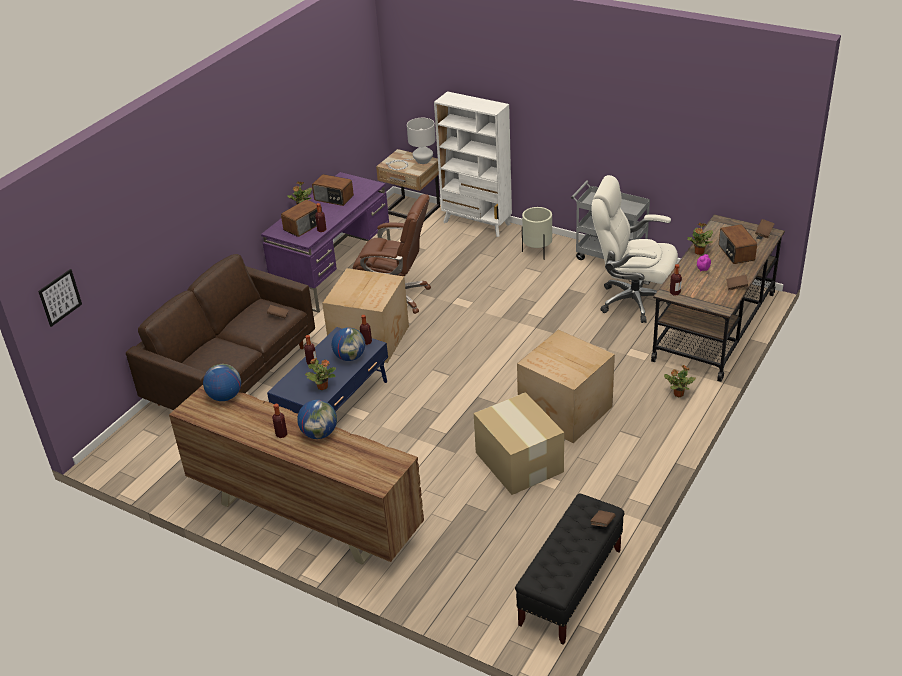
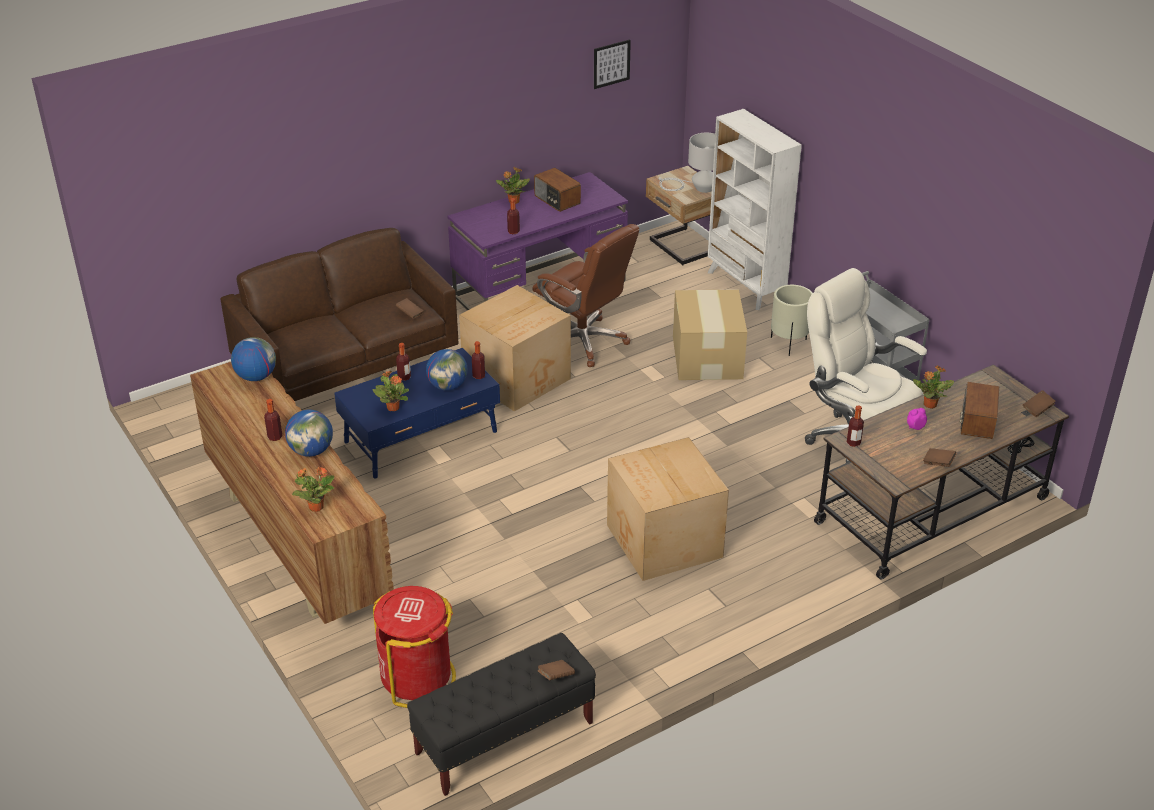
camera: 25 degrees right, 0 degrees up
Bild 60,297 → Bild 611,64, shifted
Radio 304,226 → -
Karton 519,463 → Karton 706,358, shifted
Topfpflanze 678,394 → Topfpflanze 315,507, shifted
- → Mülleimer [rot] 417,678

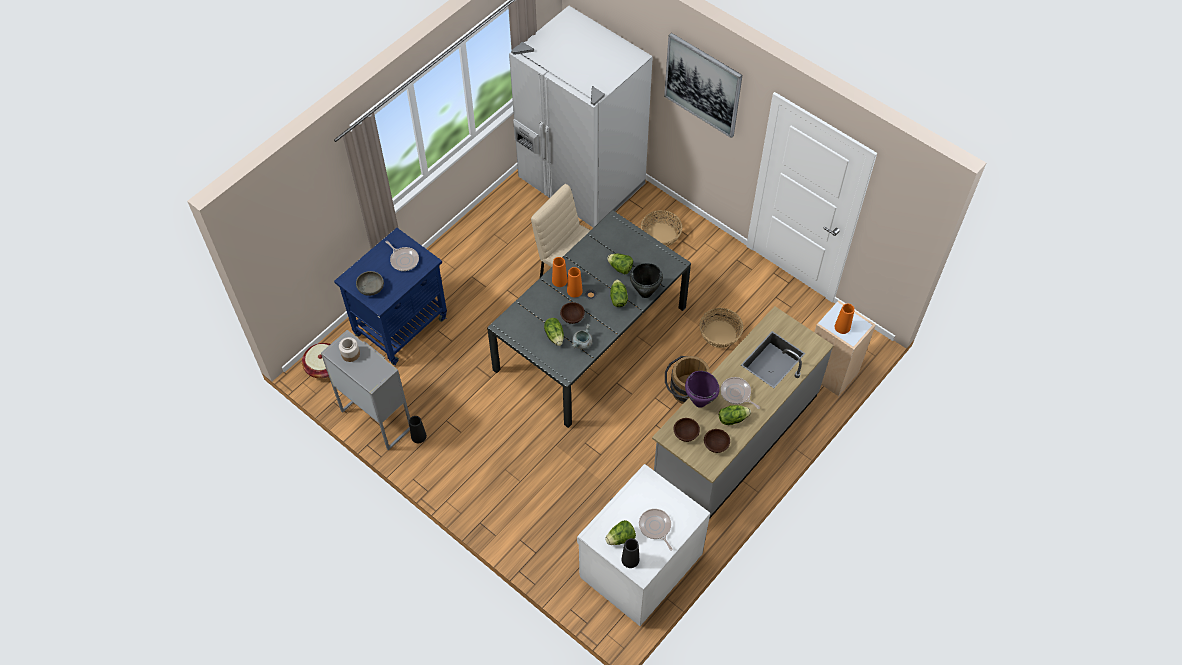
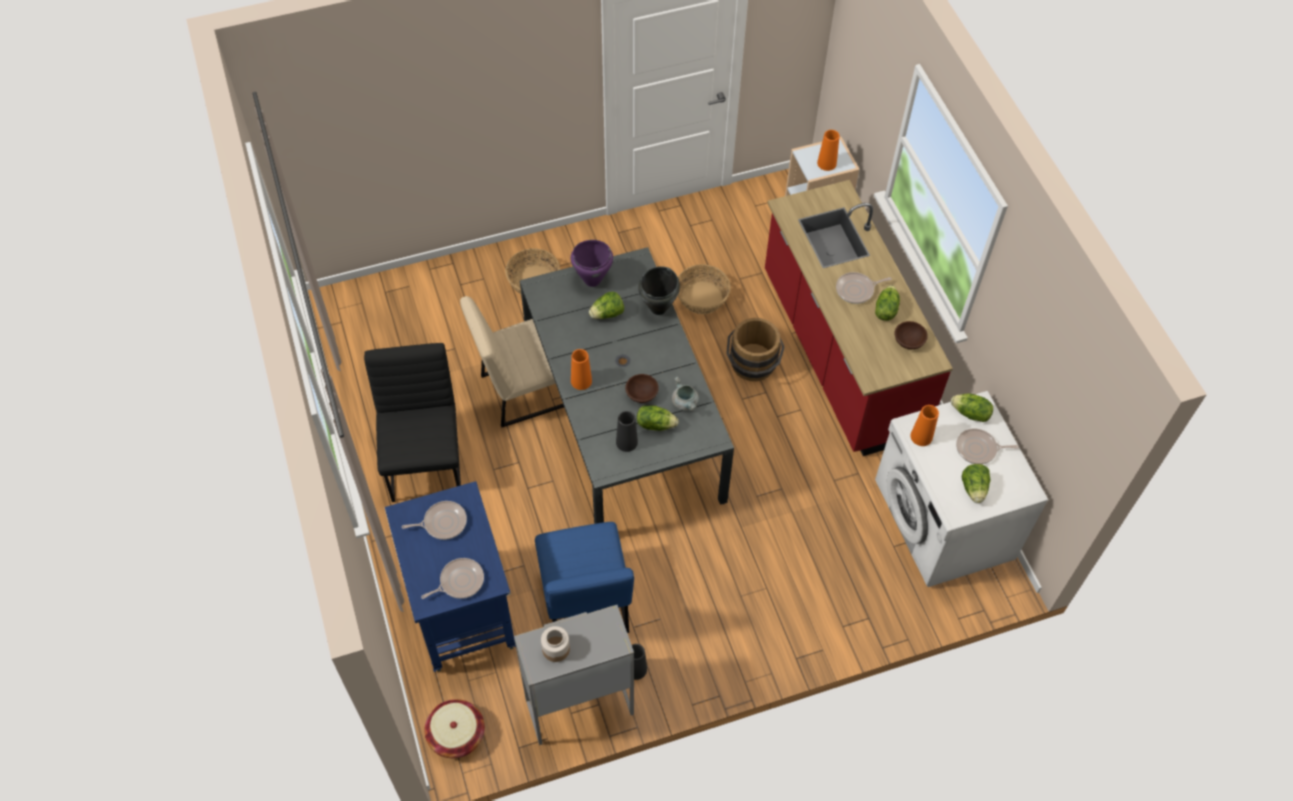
camera: 60 degrees left, 0 degrees up
Schüssel [grau] 371,288 → Pfanne 459,581
Kühlschrank [weiß] 581,182 → -
Vase [orange] 574,291 → Vase [orange] 921,436, shifted
Salatkopf 618,298 → Salatkopf 970,414, shifted
Vase [schwarz] 630,559 → Vase [schwarz] 626,442, shifted
Küchenzeile [grau] 734,439 → Küchenzeile [rot] 839,355
Bild 703,85 → -
Schüssel [braun] 685,433 → -
Kochtopf [lila] 700,401 → Kochtopf [lila] 592,280, shifted
- → Stuhl [schwarz] 425,459
- → Stuhl [blau] 585,603

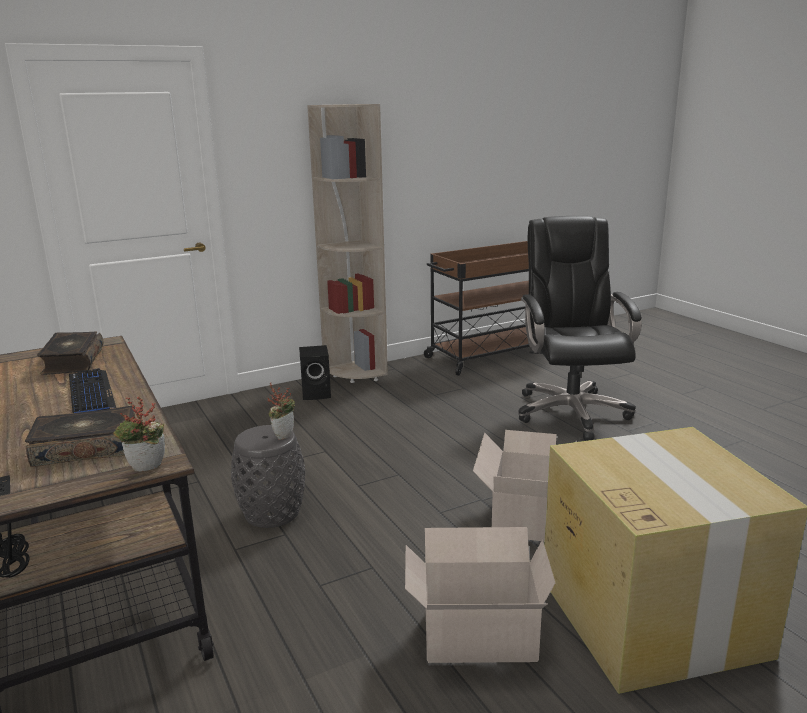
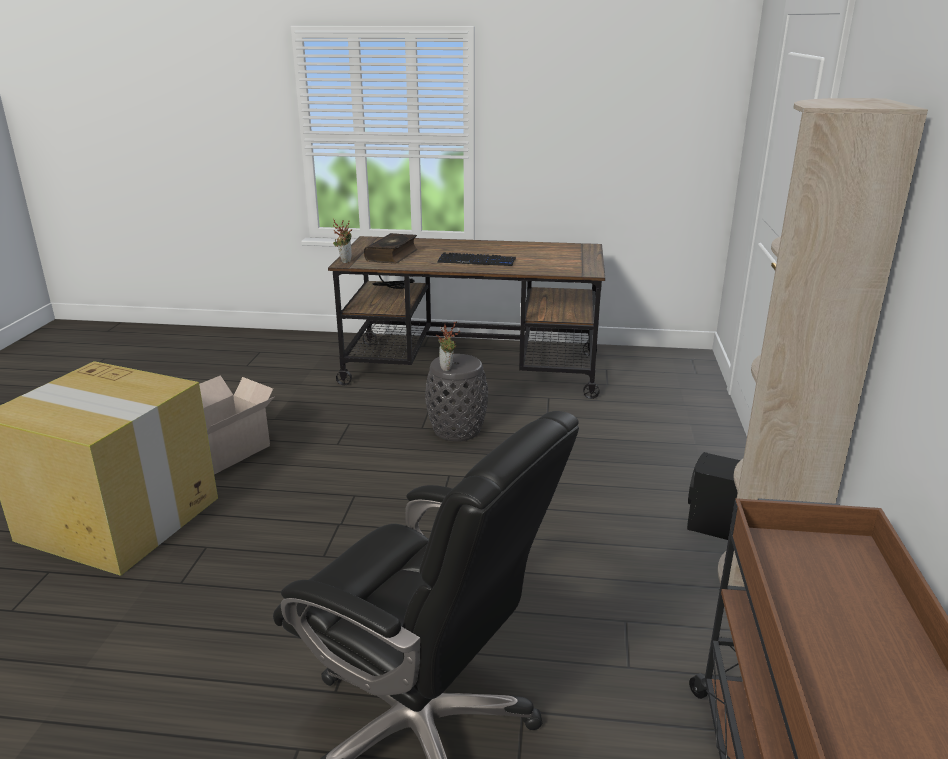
camera: 125 degrees right, 5 degrees up
Buch 72,362 → -
Karton 524,514 → -

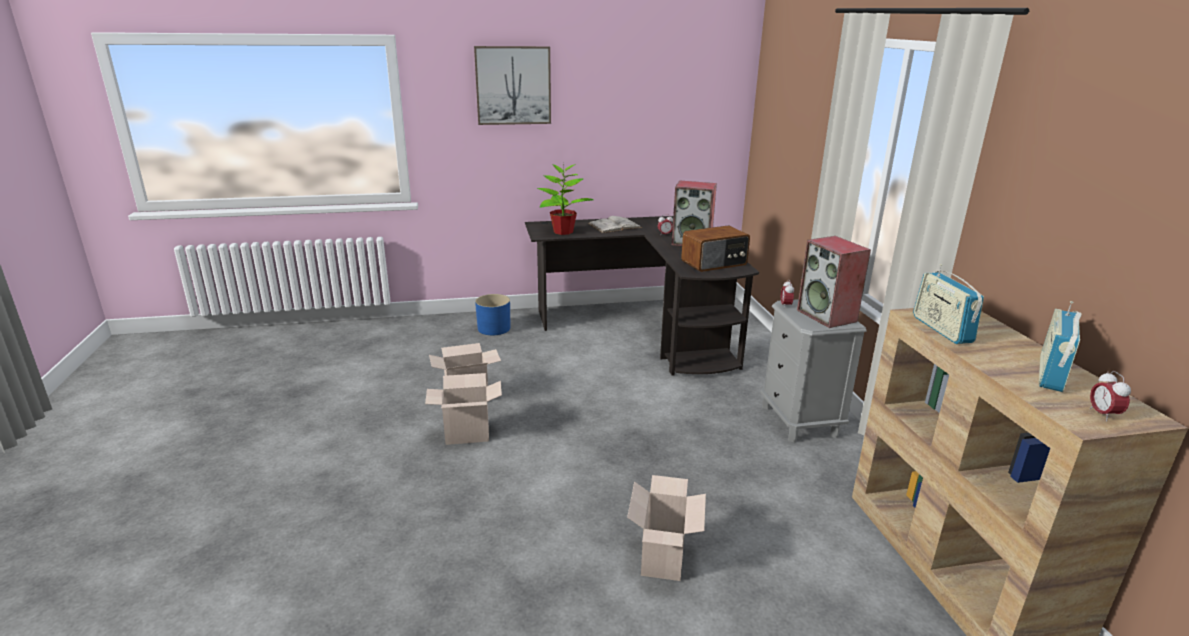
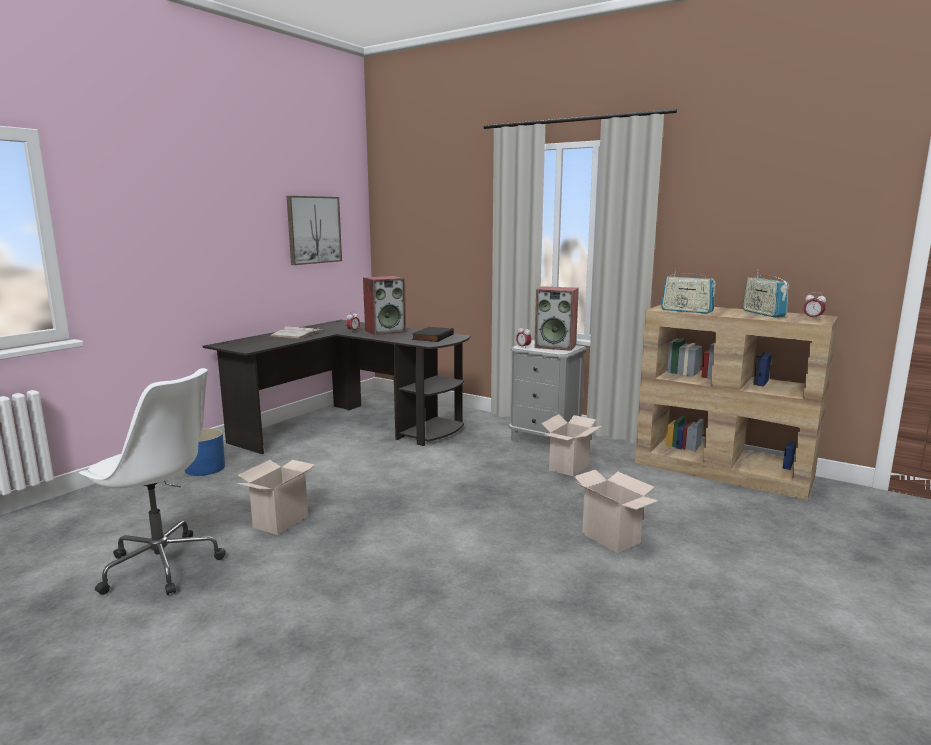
camera: 45 degrees left, 10 degrees down
Karton 466,435 → Karton 569,468, shifted
Bild 513,85 → Bild 314,230, shifted
Topfpflanze 562,231 → -
Radio 714,263 → Buch [schwarz] 432,337
- → Bürostuhl [weiß] 164,567

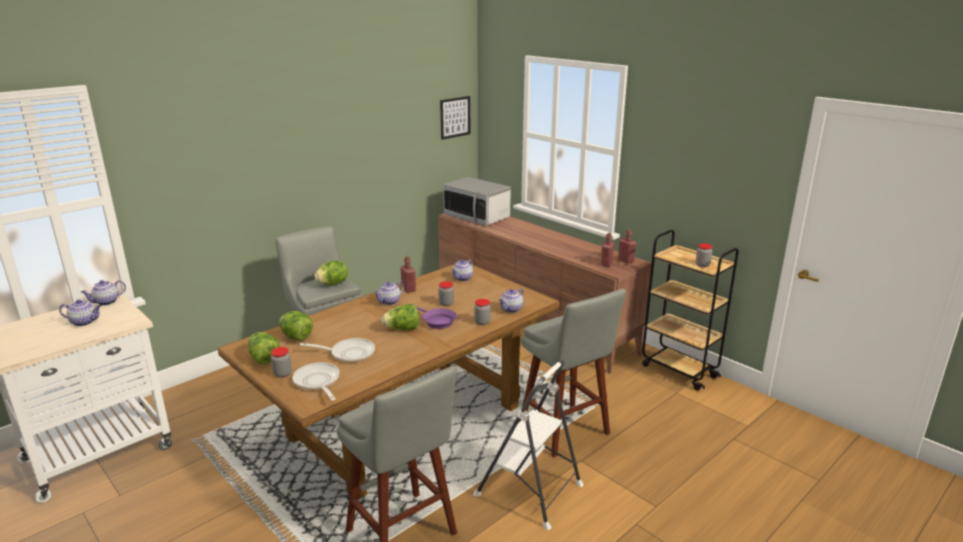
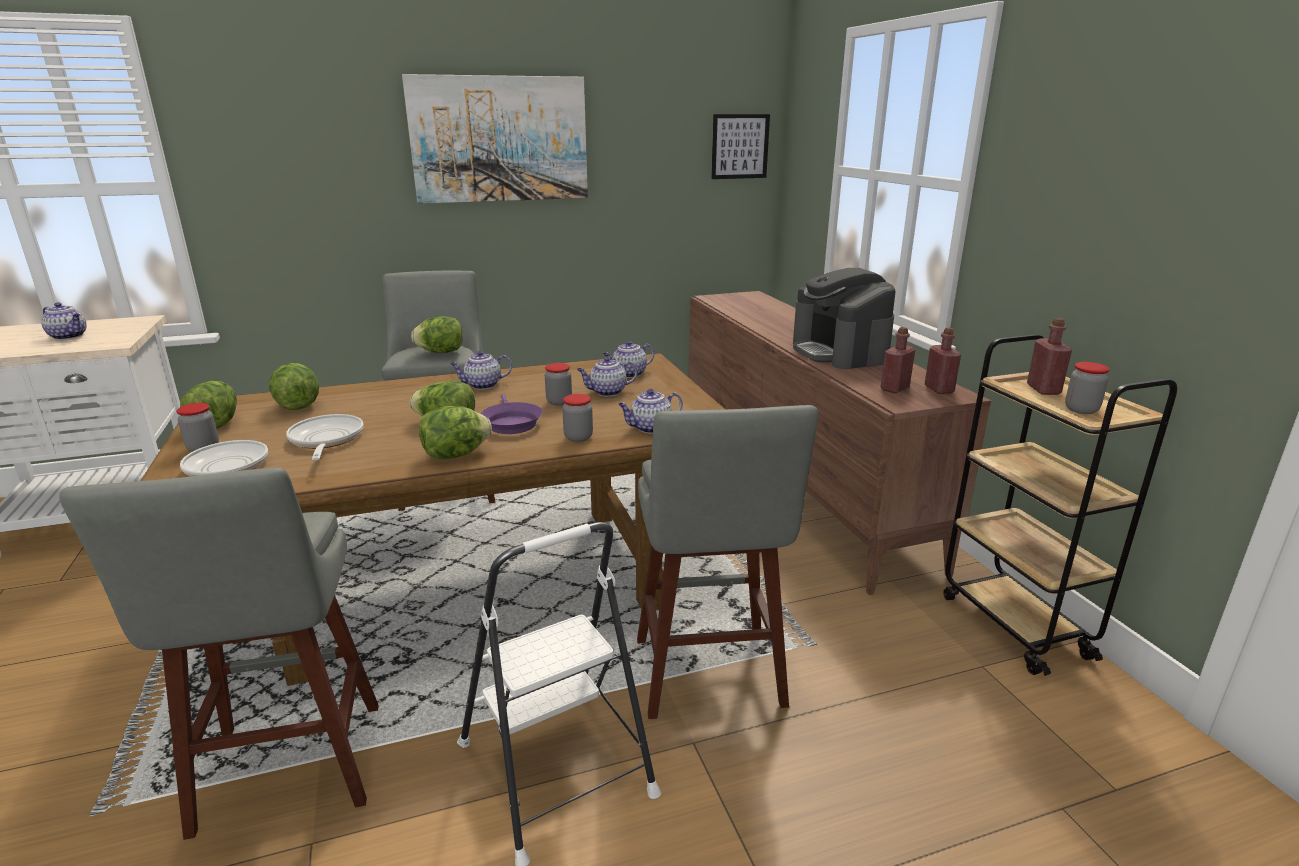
camera: 25 degrees right, 0 degrees up
Teekanne 106,302 → Teekanne 607,392, shifted
Pfanne 349,353 → Pfanne 326,440, 135 degrees counterclockwise
Flasche [rot] 408,289 → Flasche [rot] 1043,389, shifted
Mikrowelle 477,217 → -
- → Bild 500,139
- → Salatkopf 456,455
- → Kaffeemaschine 839,352

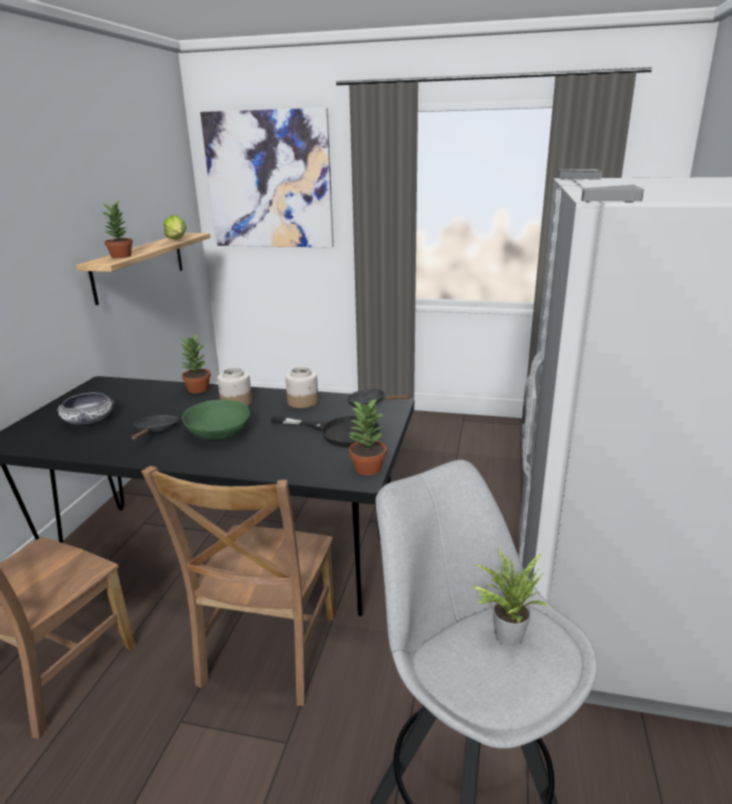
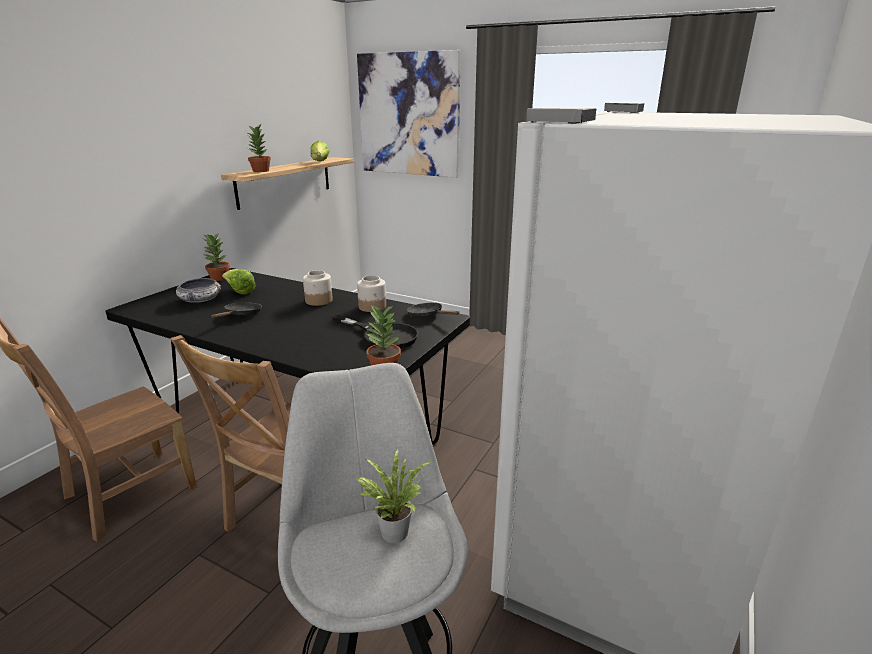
camera: 15 degrees right, 0 degrees up
Topfpflanze 197,389 → Topfpflanze 219,278, shifted
Schüssel [grün] 218,433 → -
- → Salatkopf 239,291

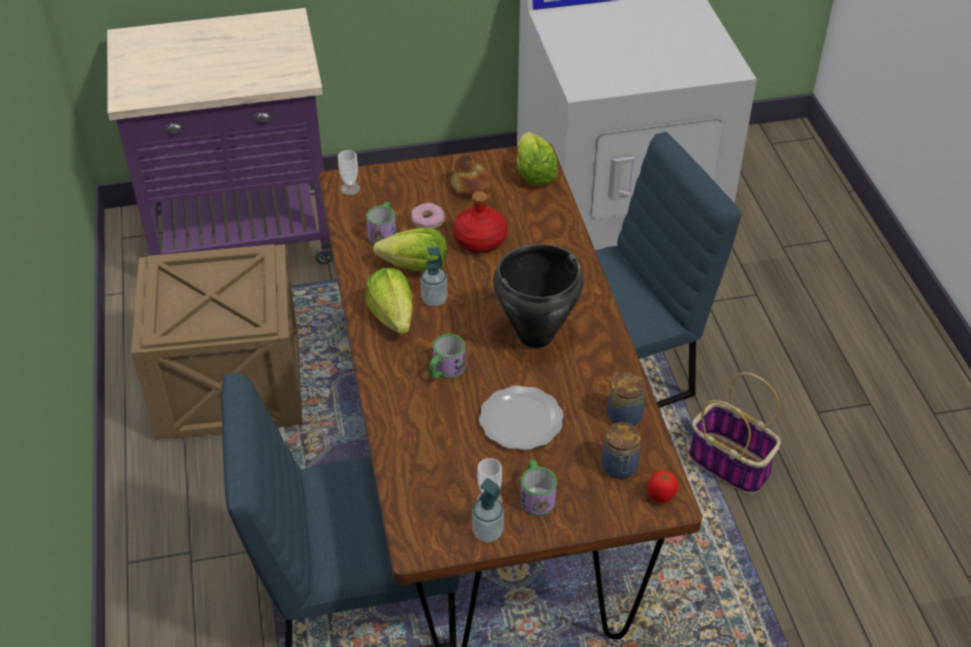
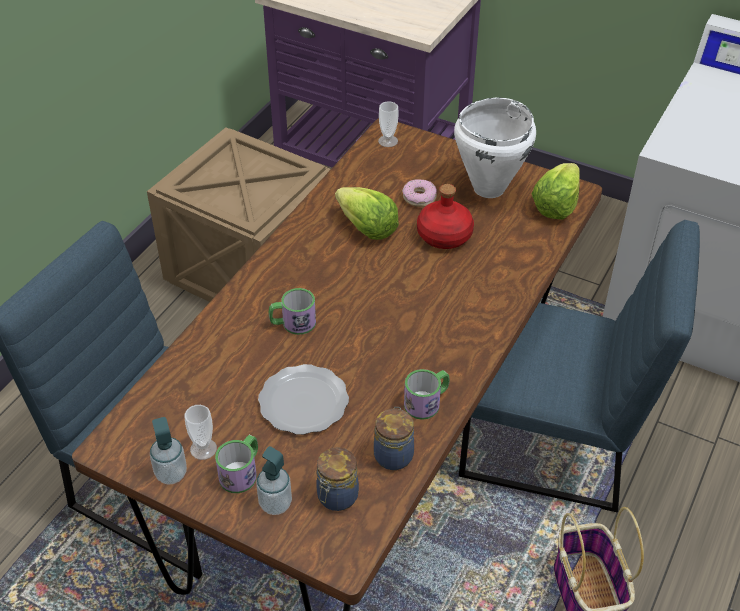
camera: 40 degrees right, 0 degrees up
Salatkopf 393,316 → -
Henkelbecher 383,232 → Henkelbecher 427,402, shifted
Seifenspender 434,299 → Seifenspender 275,504, shifted
Brot 471,186 → Kochtopf [weiß] 488,188
Kochtopf [schwarz] 535,336 → -
Tomate 661,496 → -

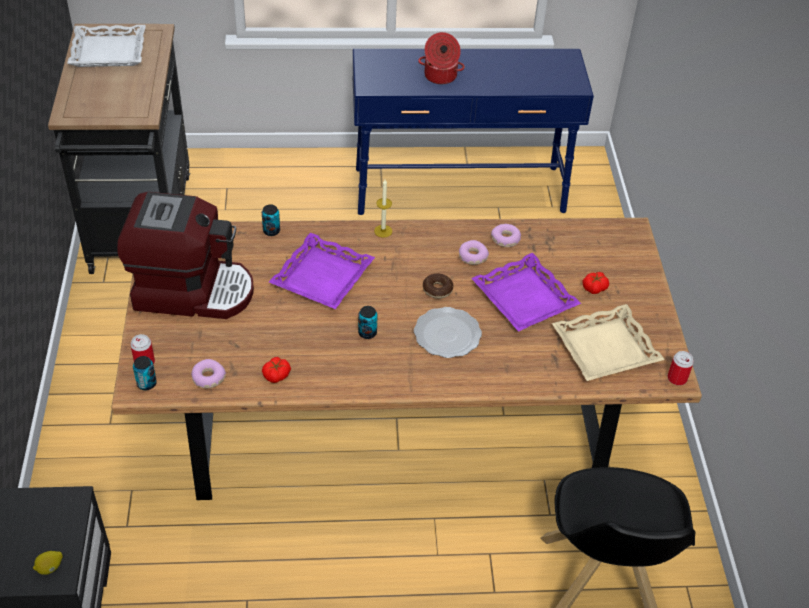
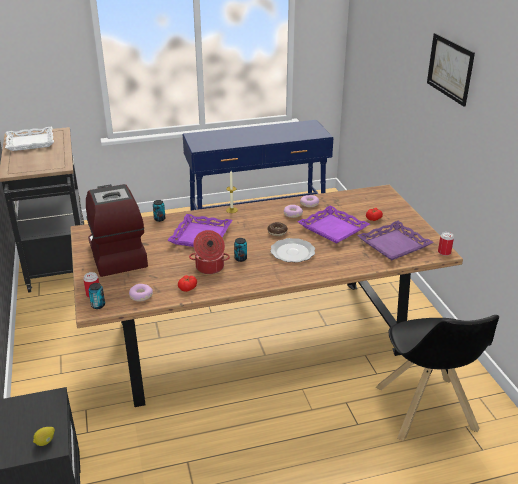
camera: 10 degrees left, 15 degrees down
Kaffeemaschine 192,290 → Kaffeemaschine 116,254, 105 degrees counterclockwise
Kochtopf 440,76 → Kochtopf 209,267, shifted
Tablett [beige] 605,348 → Tablett [lila] 393,244
- → Bild 450,68

